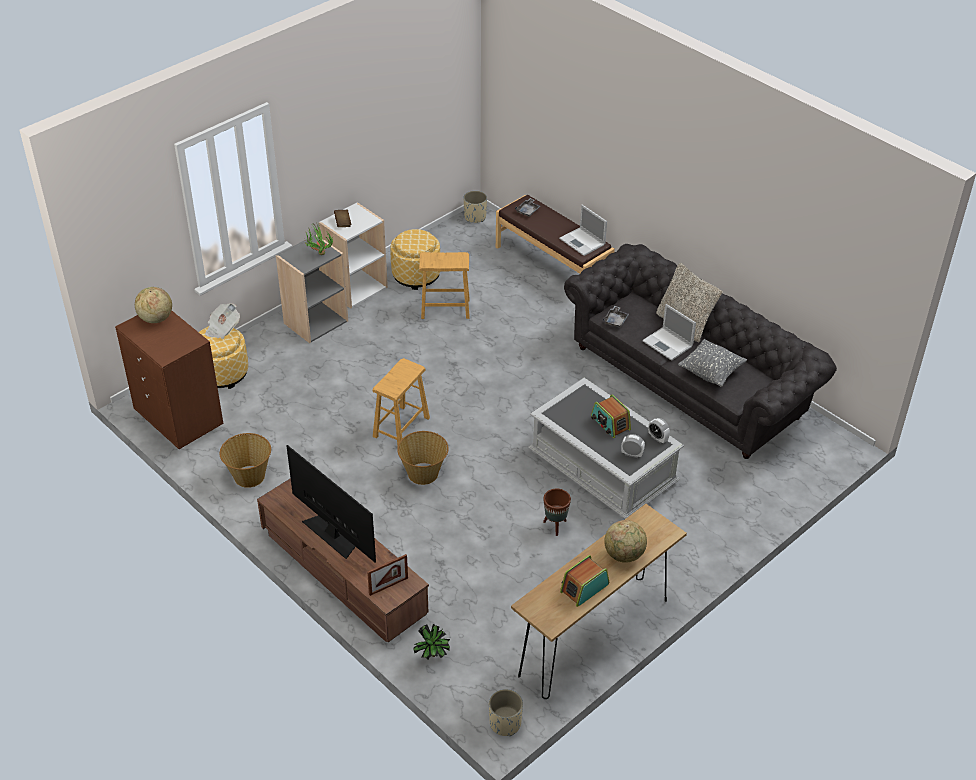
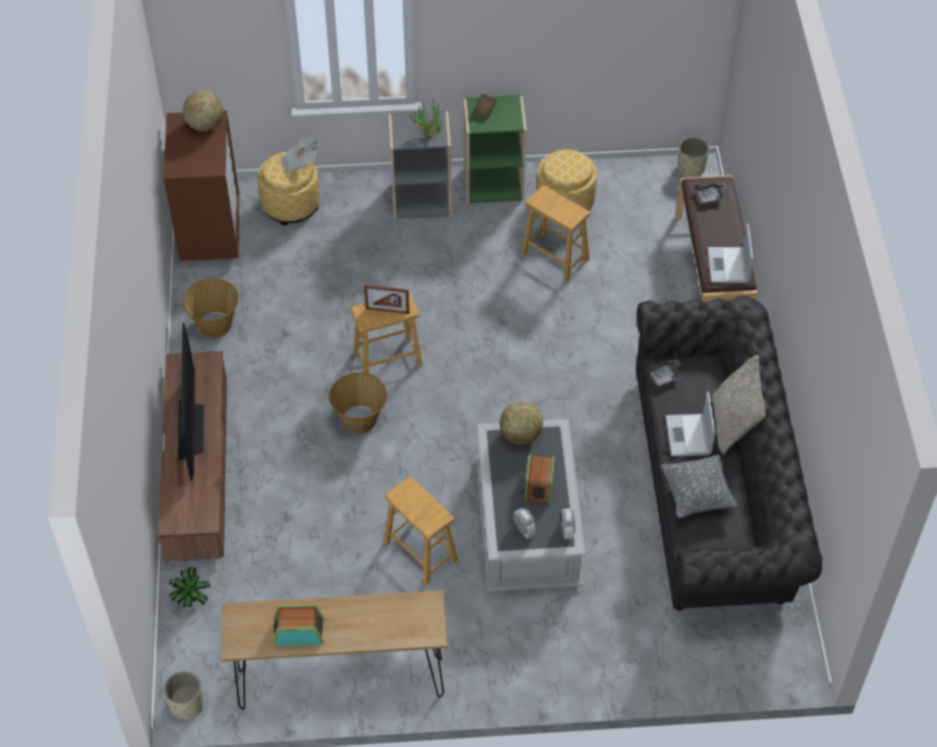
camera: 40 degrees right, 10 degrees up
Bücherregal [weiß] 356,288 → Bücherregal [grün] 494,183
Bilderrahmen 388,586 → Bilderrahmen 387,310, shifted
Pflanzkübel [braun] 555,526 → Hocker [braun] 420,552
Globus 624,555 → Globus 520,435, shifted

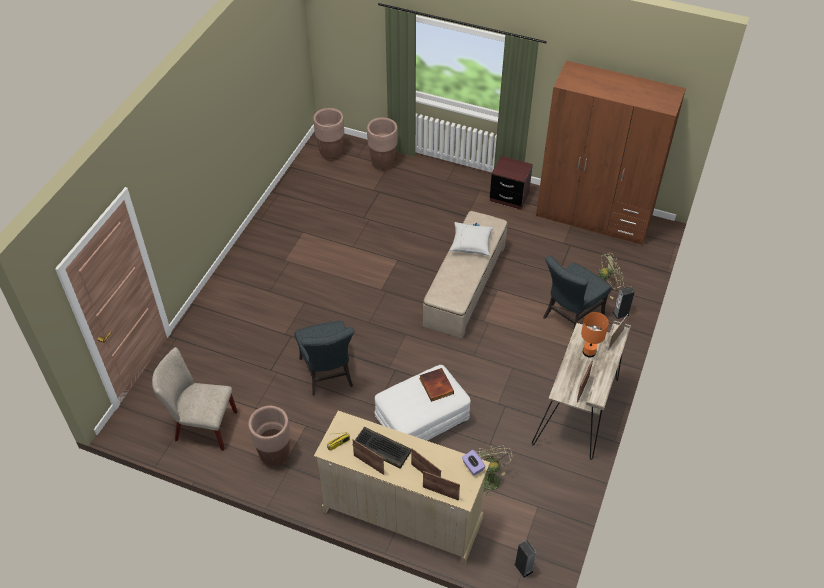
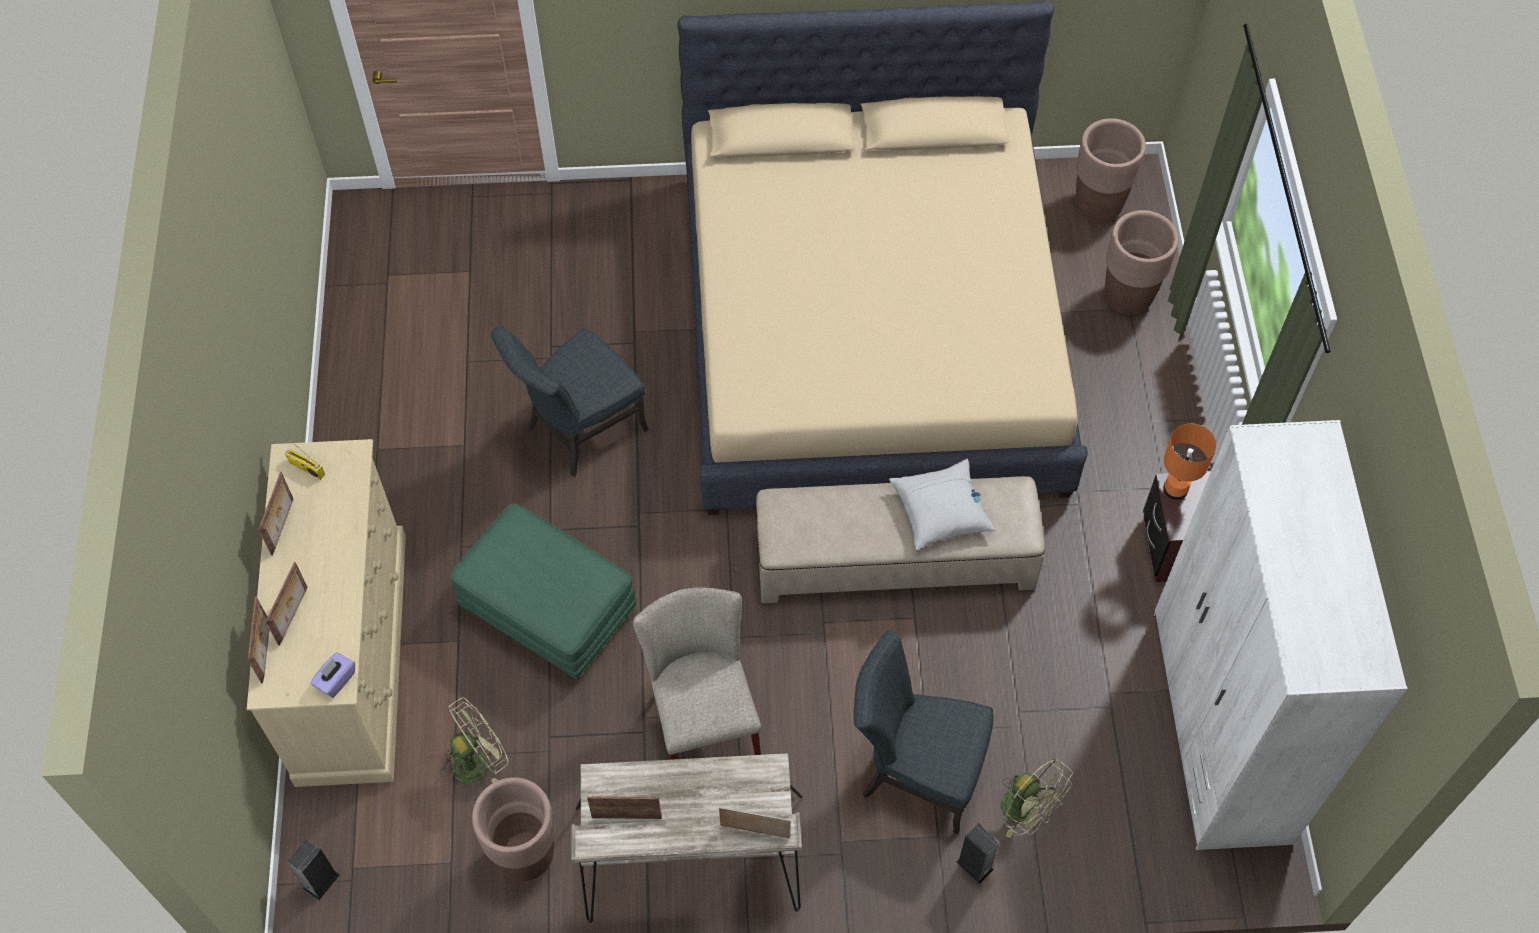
camera: 65 degrees right, 10 degrees up
Stuhl [beige] 201,426 → Stuhl [beige] 702,717, shifted
Pflanzkübel [braun] 274,455 → Pflanzkübel [braun] 525,855, shifted
Tastatur 381,448 → -
Polsterhocker [weiß] 422,422 → Polsterhocker [grün] 548,611
Buch 435,386 → -
Kleiderschrank [braun] 593,217 → Kleiderschrank [weiß] 1220,727
Tischlampe [orange] 589,352 → Tischlampe [orange] 1176,489, shifted
- → Bett [beige] 871,330

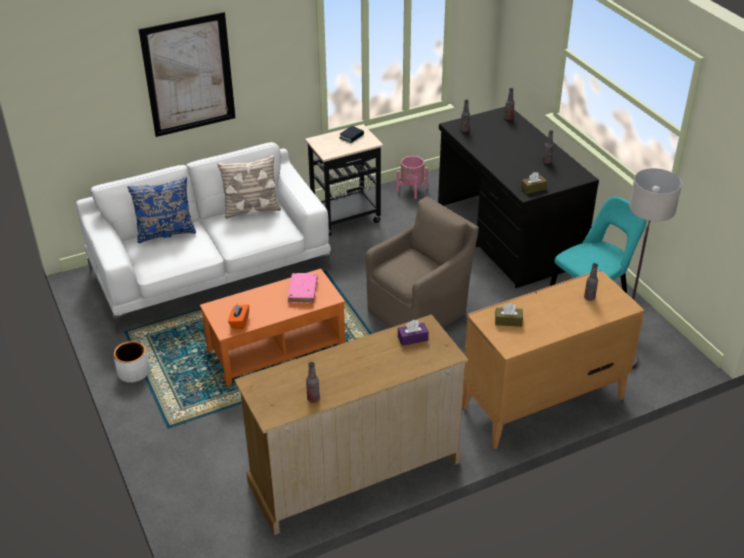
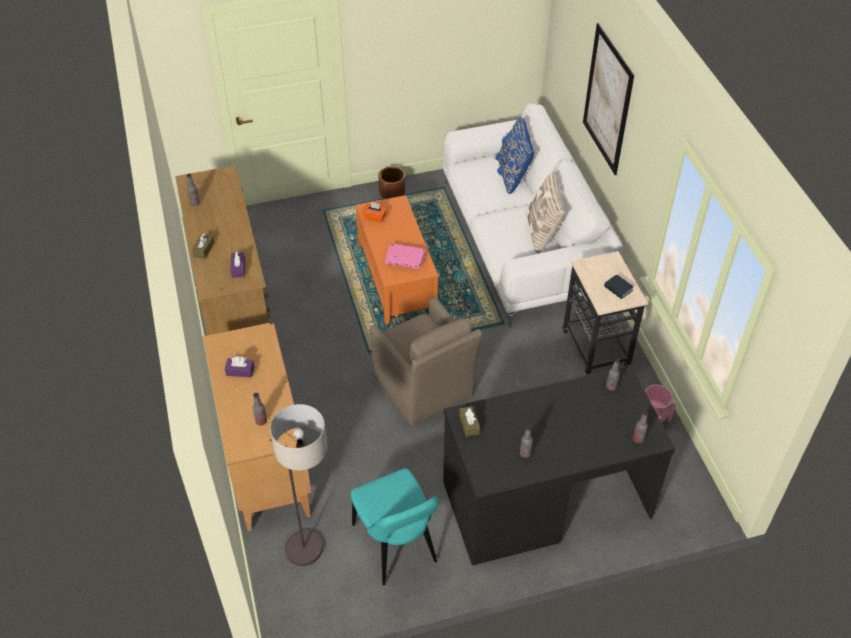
camera: 100 degrees right, 10 degrees up
Pflanzkübel [weiß] 133,372 → Pflanzkübel [braun] 392,192
Taschentuchbox [braun] 508,321 → Taschentuchbox [braun] 204,250, shifted
- → Taschentuchbox [lila] 240,371

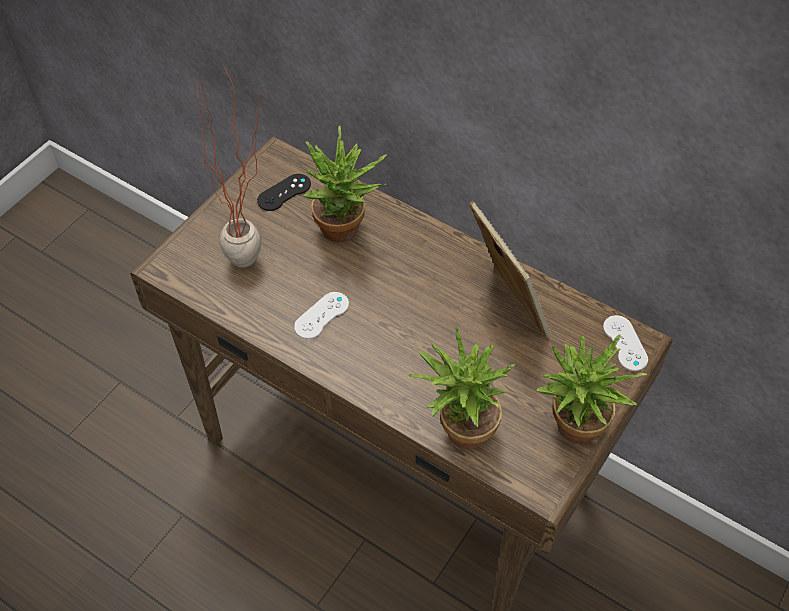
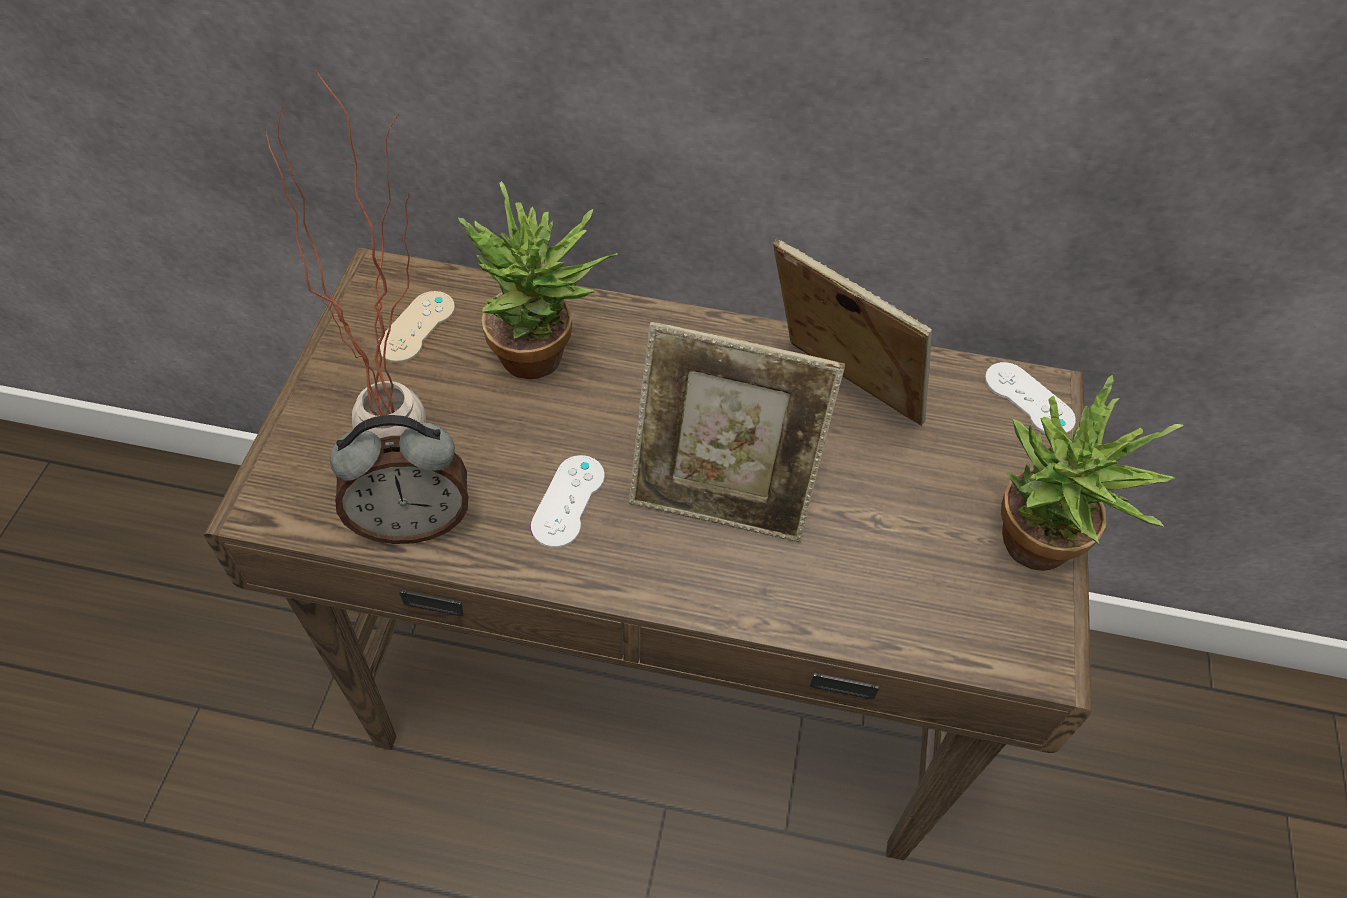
camera: 25 degrees left, 0 degrees up
Gamepad [schwarz] 284,192 → Gamepad [beige] 416,327
Topfpflanze 458,430 → -
- → Wecker 413,522
- → Bilderrahmen 722,496

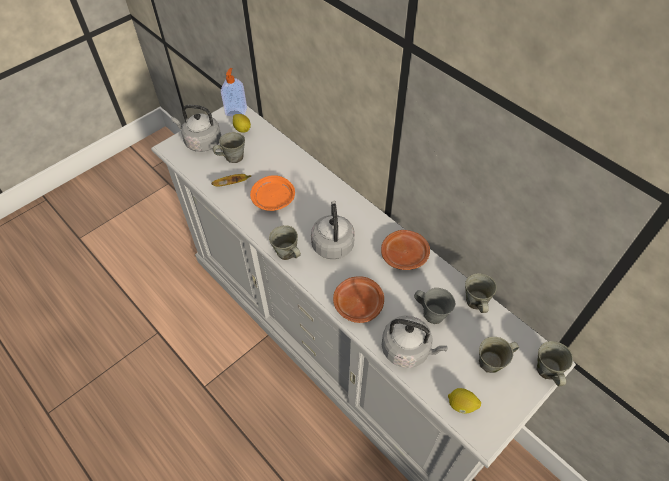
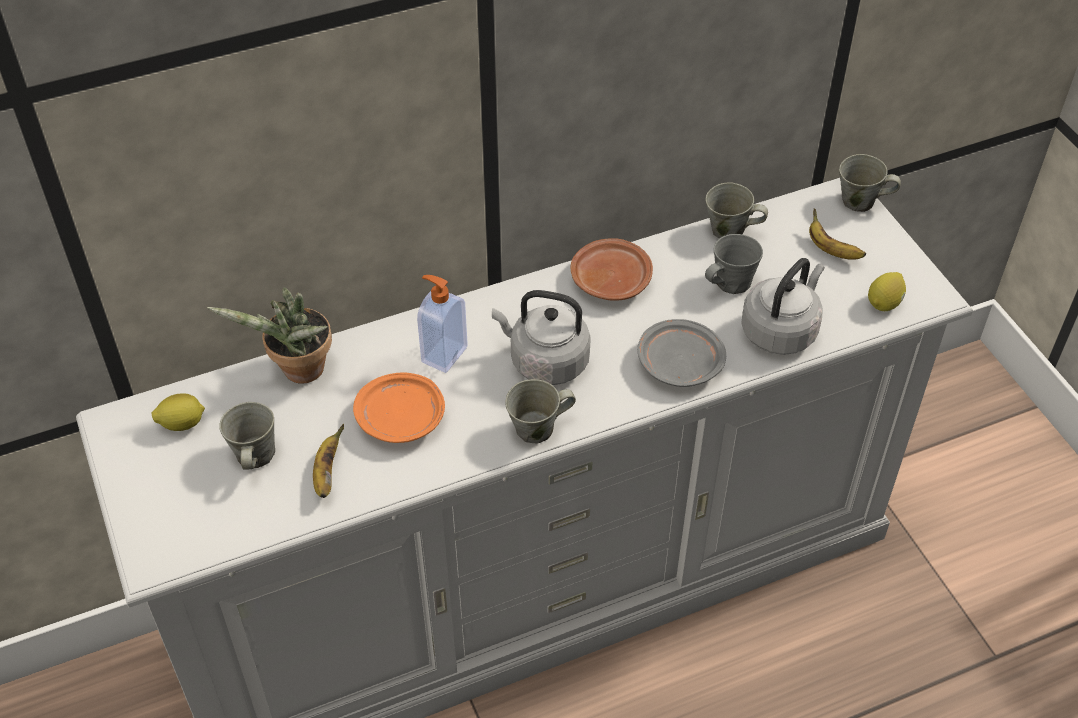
camera: 70 degrees left, 5 degrees down
Wasserkessel [grau] 201,142 → -
Seifenspender 236,111 → Seifenspender 443,354, shifted
Teller [braun] 358,303 → Teller [grau] 678,363
Henkelbecher [grau] 492,362 → Banane 831,250
- → Topfpflanze 298,372

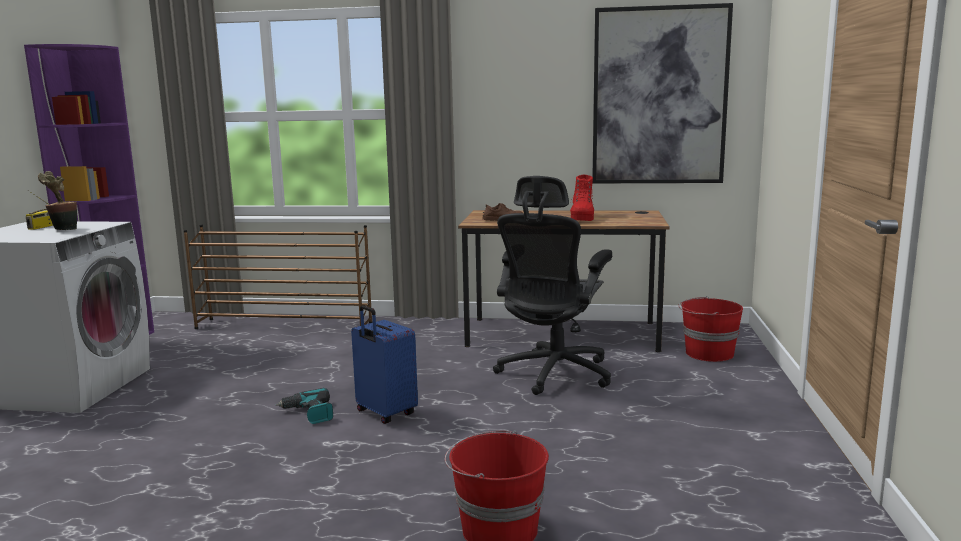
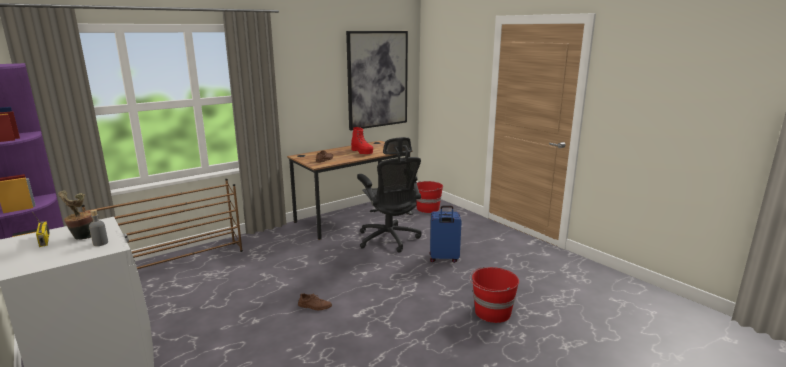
camera: 45 degrees left, 5 degrees up
Bohrmaschine 309,414 → Schuh [braun] 314,306
Koffer [blau] 385,413 → Koffer [blau] 443,258, shifted
- → Flasche [grau] 100,243

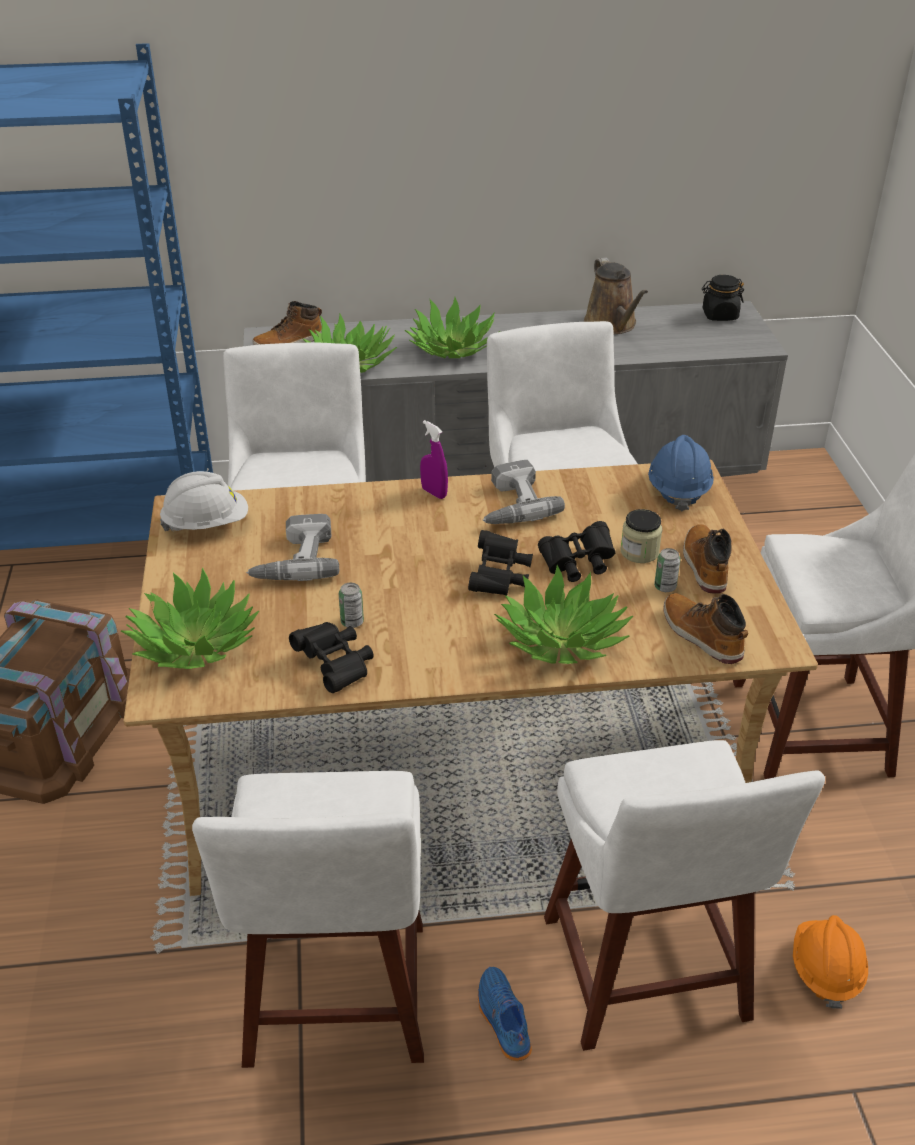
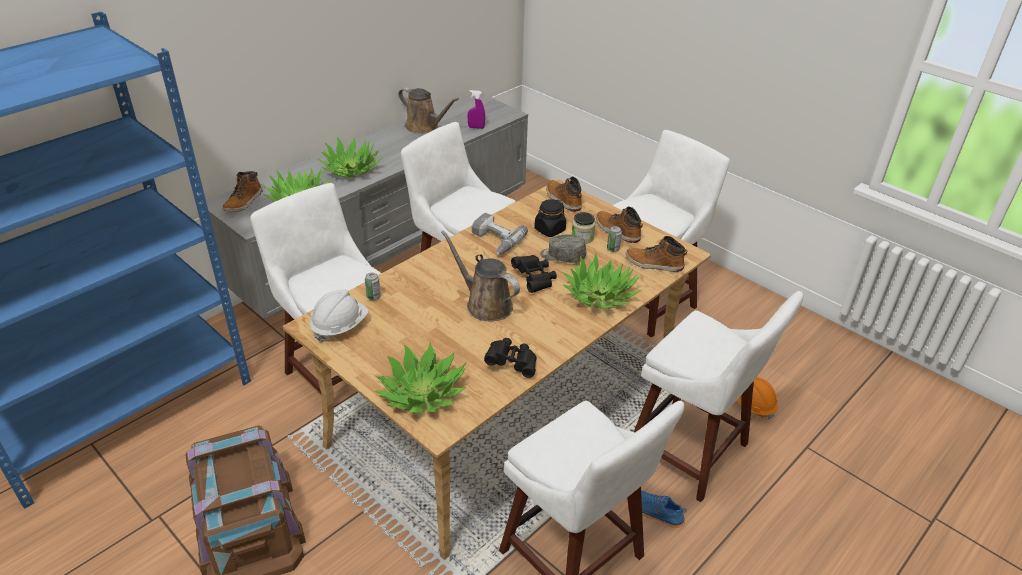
camera: 40 degrees left, 0 degrees up
Bohrmaschine 294,559 → -
Dose 352,622 → Dose 373,297, shifted
Sprühflasche [lila] 434,493 → Sprühflasche [lila] 476,128, shifted
Fernglas [schwarz] 577,564 → Kappe [grau] 562,256
Schutzhelm [blau] 678,490 → Stiefel 563,200
Vorratsglas [schwarz] 719,315 → Vorratsglas [schwarz] 549,230, shifted
- → Gießkanne [braun] 485,304

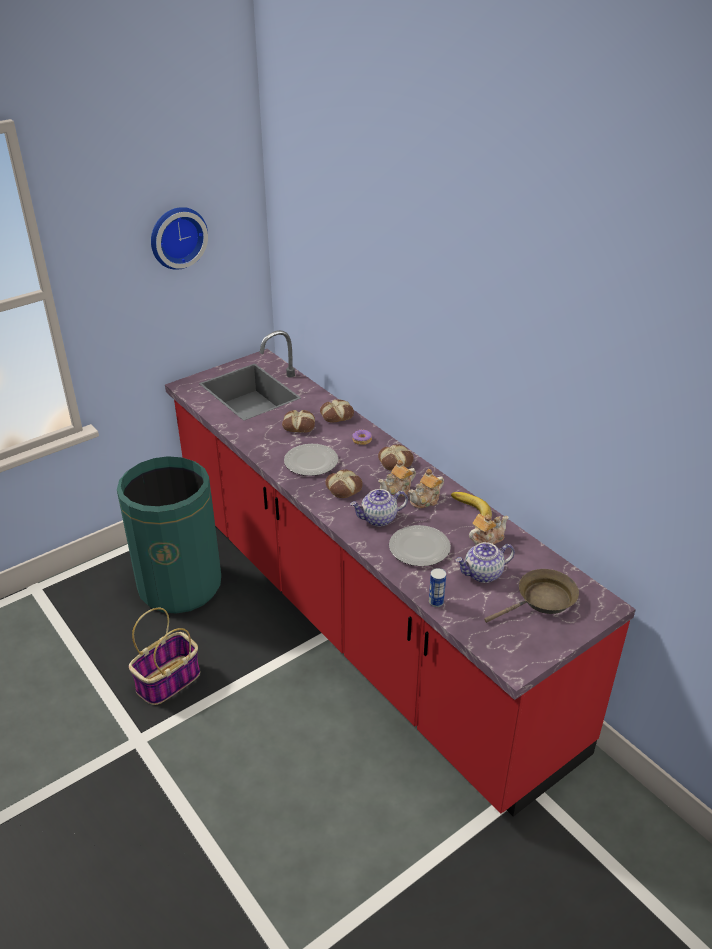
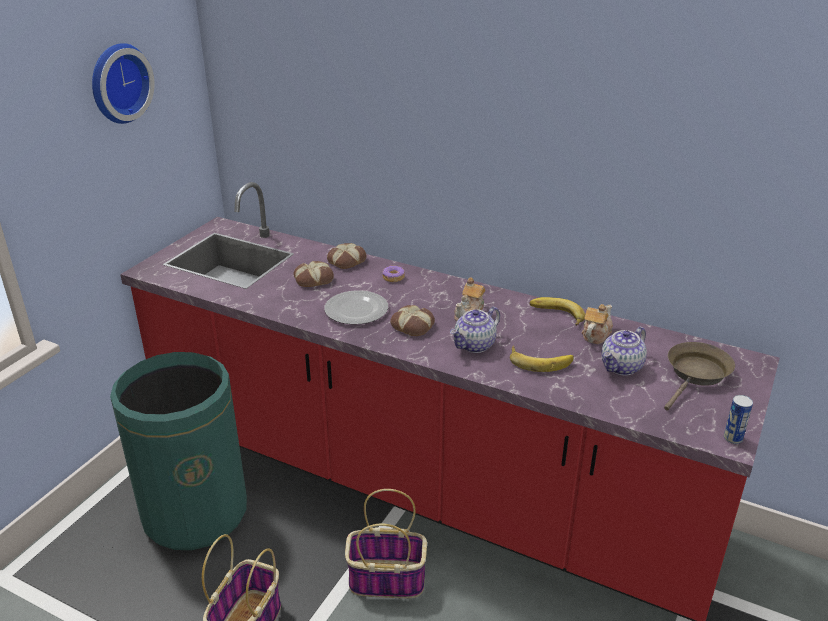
camera: 25 degrees left, 5 degrees down
Brot 396,461 → -
Teller 420,547 → Banane 540,360
Teekanne 426,500 → -
Dose 436,602 → Dose 733,438, shifted
- → Korb 385,580

